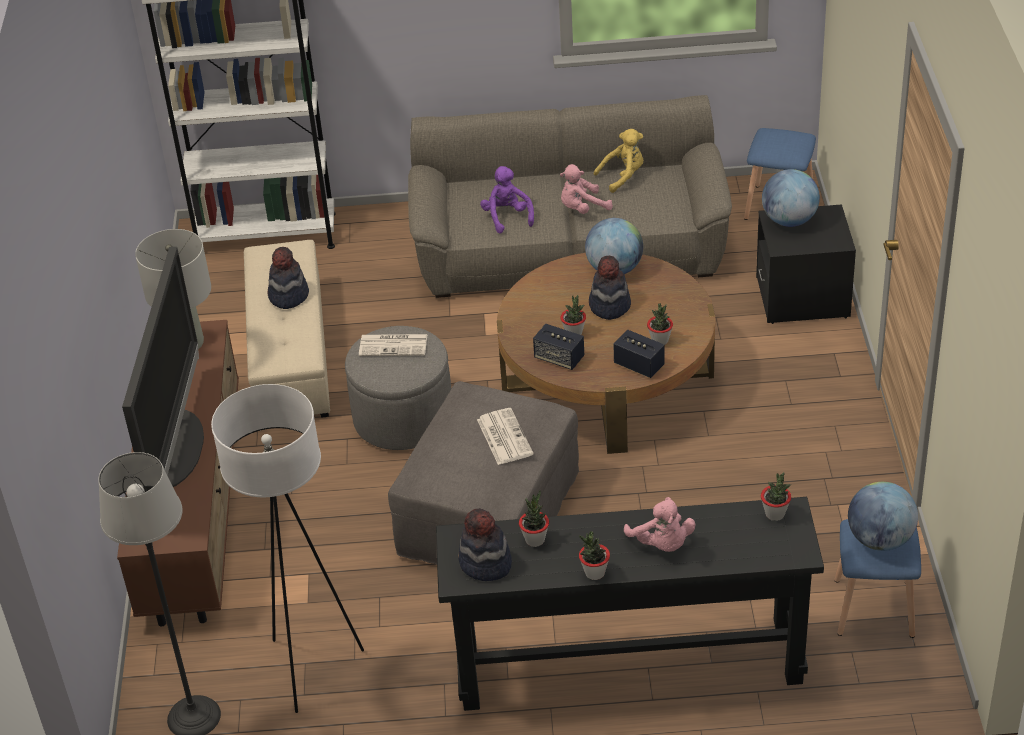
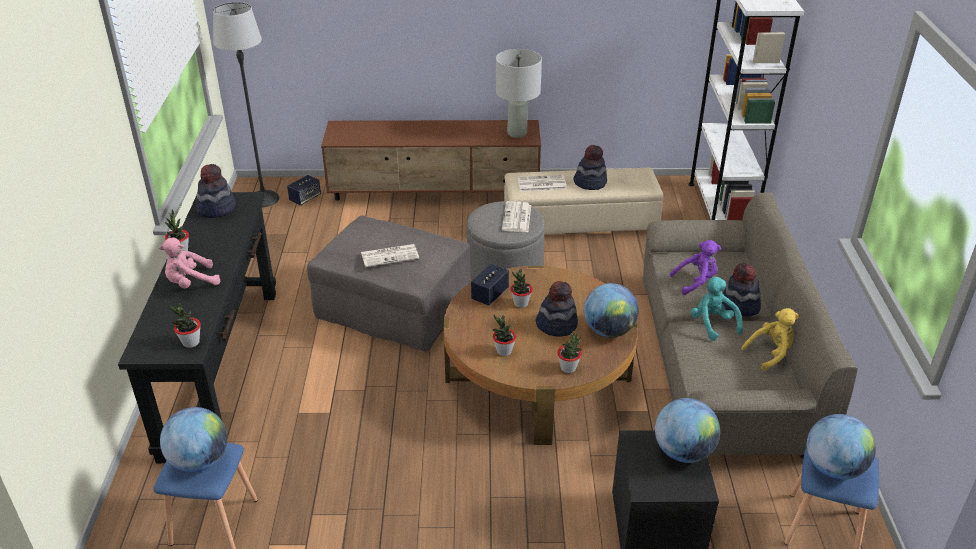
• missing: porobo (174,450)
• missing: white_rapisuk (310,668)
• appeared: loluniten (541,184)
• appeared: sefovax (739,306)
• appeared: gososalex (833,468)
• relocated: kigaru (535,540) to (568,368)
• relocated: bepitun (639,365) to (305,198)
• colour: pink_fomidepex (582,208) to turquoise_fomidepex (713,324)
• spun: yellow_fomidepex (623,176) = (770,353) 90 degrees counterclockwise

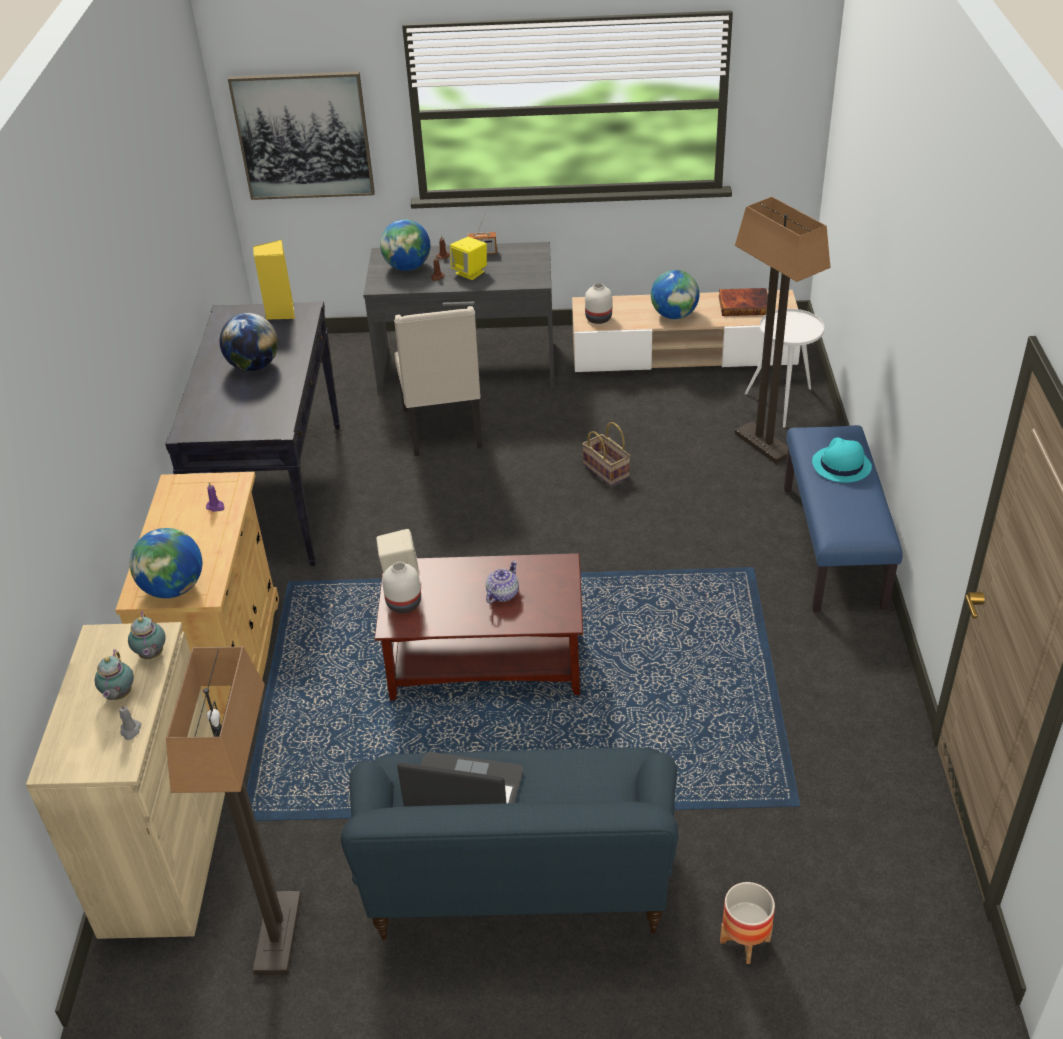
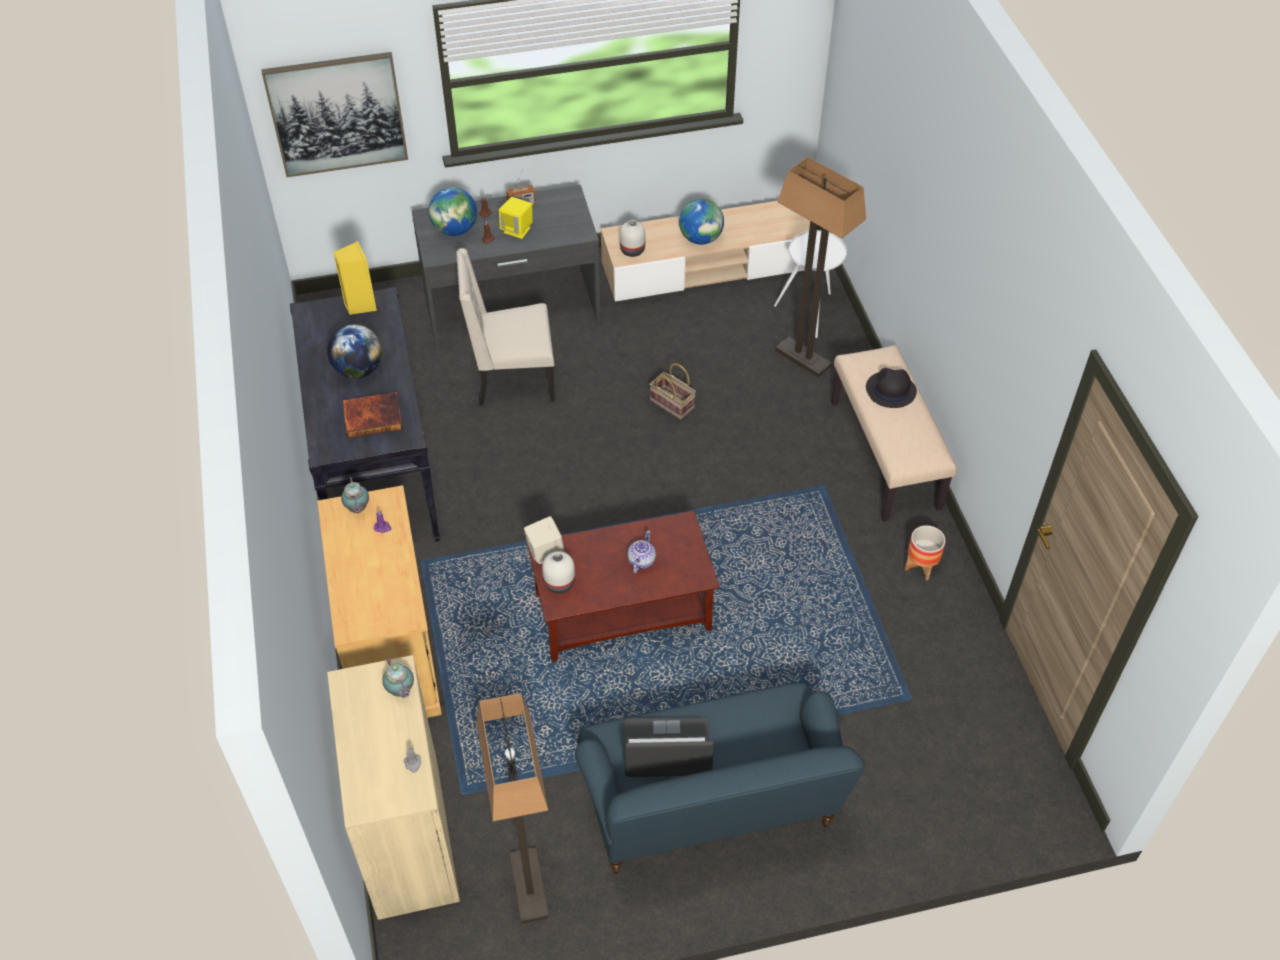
• missing: gososalex (173,588)
• relocated: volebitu (119,695) to (357,509)
• relocated: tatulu (744,304) to (373,416)
• relocated: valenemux (745,941) to (921,566)
• colour: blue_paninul (834,547) to beige_paninul (886,455)
• colour: turquoise_sefovax (841,465) to black_sefovax (890,390)
• spun: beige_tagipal (444,430) = (512,380) 105 degrees clockwise

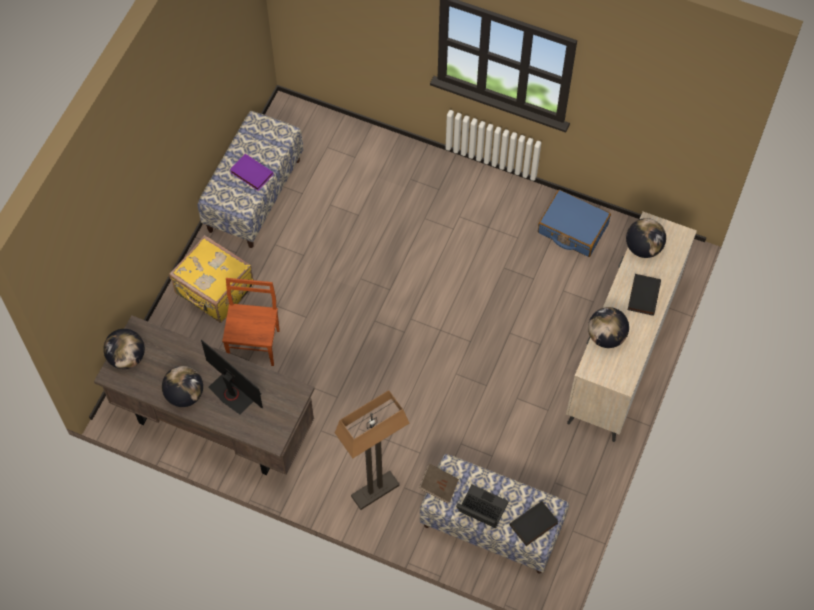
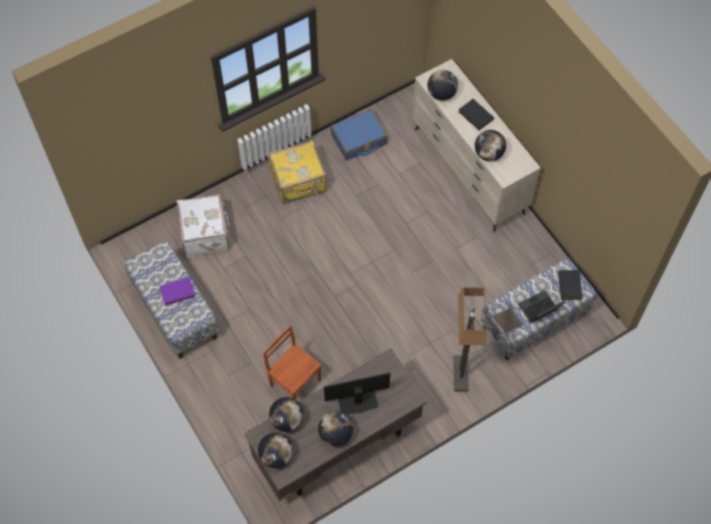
• appeared: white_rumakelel (206,233)
• appeared: gososalex (287,420)
• relocated: yellow_rumakelel (214,291) to (299,182)

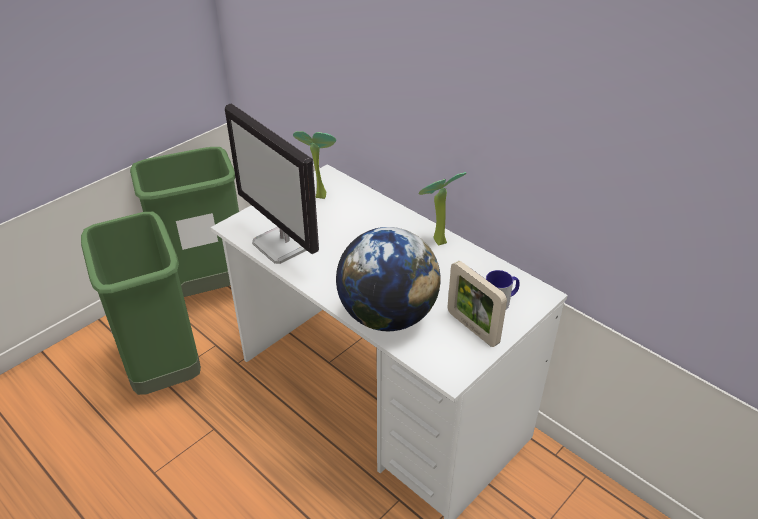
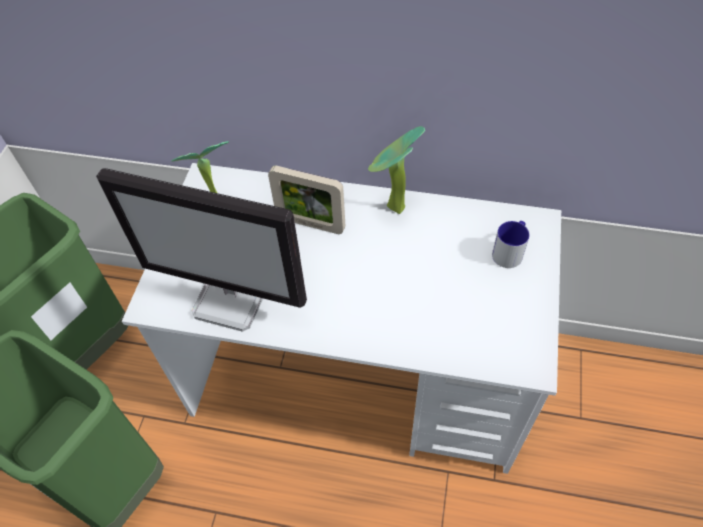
• missing: gososalex (387,315)
• relocated: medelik (472,328) to (310,224)

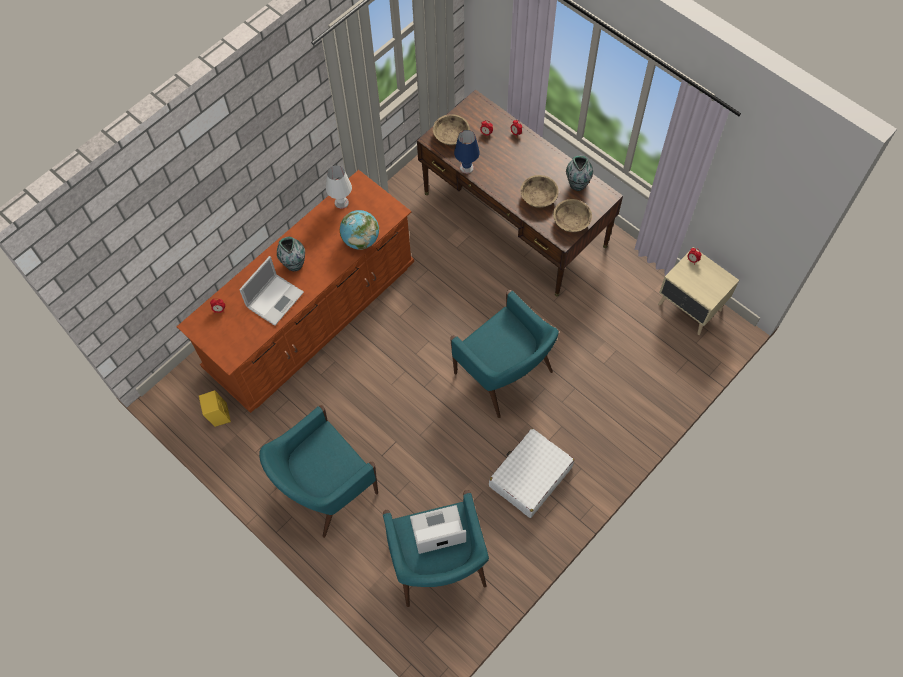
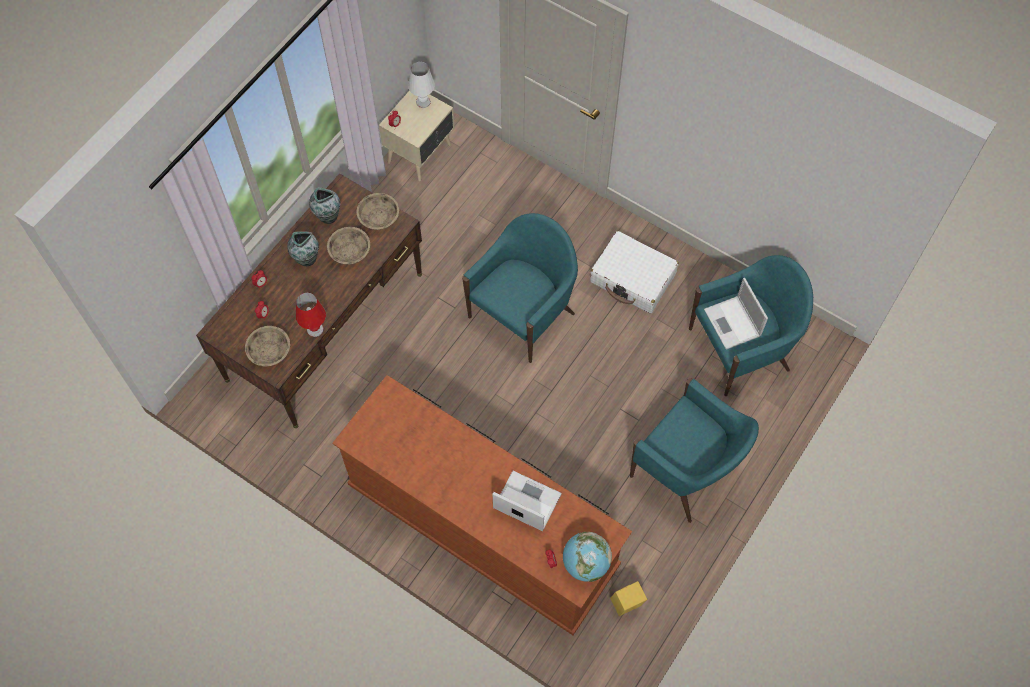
• relocated: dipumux (294,263) to (306,259)
• relocated: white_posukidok (341,202) to (423,102)
• relocated: gososalex (361,240) to (585,564)
• colour: blue_posukidok (467,167) to red_posukidok (315,329)

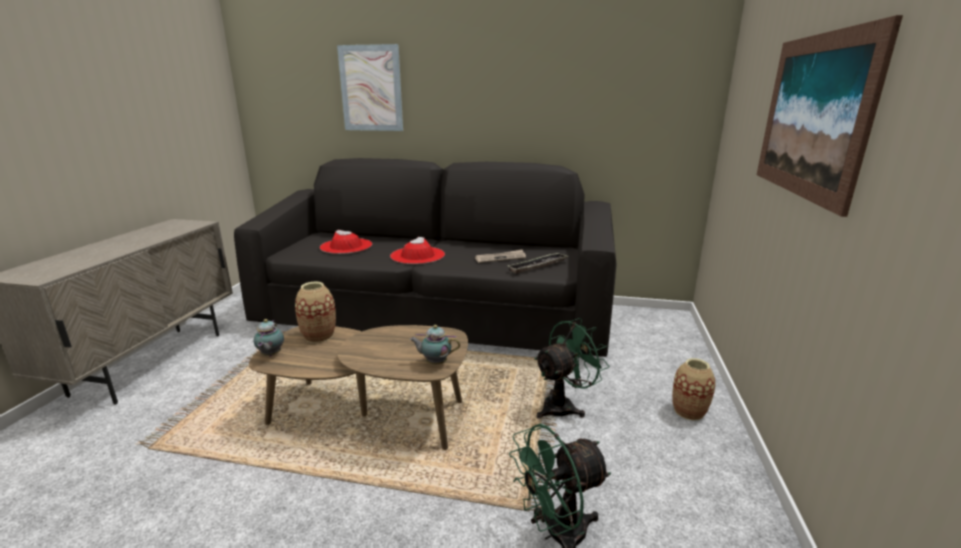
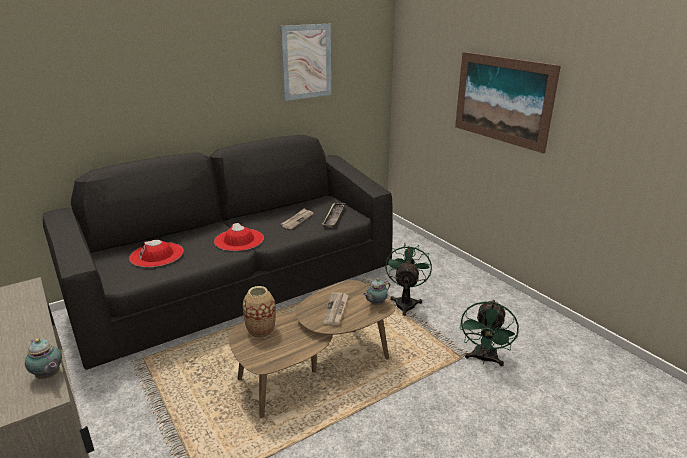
• missing: dipumux (689,411)
• appeared: loluniten (336,310)
• relocated: volebitu (270,355) to (49,376)
• relocated: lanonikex (371,88) to (306,62)

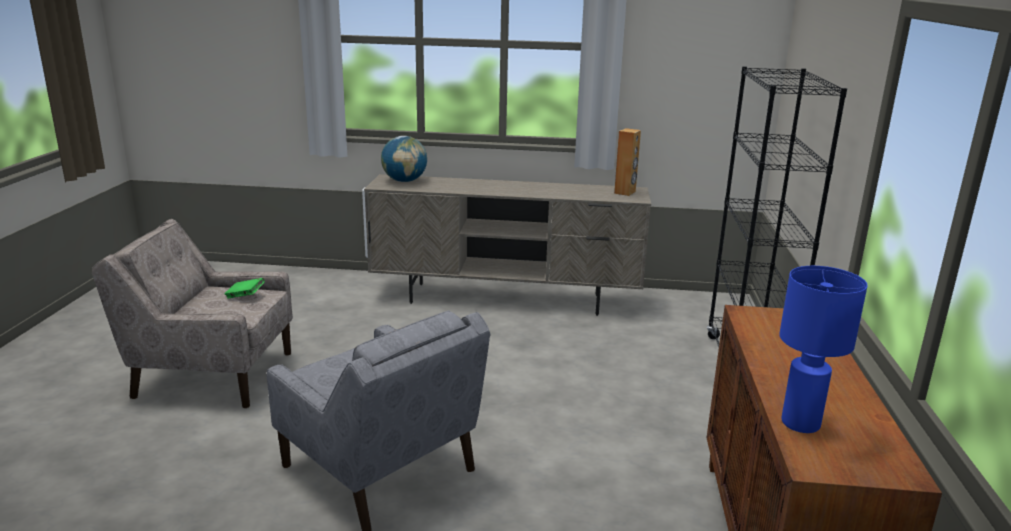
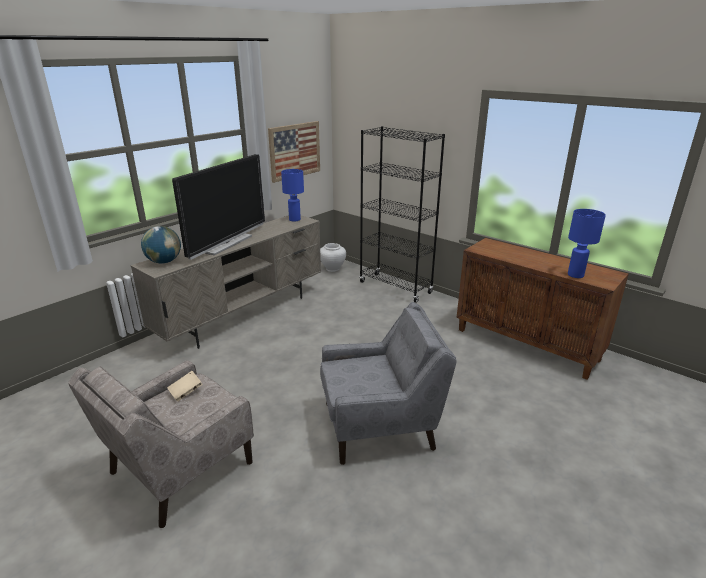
• appeared: porobo (226,243)
• appeared: lanonikex (295,151)
• appeared: white_dipumux (332,269)
• exchanged: brown_bepitun (625,192) to blue_posukidok (294,219)
• colour: green_tatulu (245,296) to beige_tatulu (186,392)

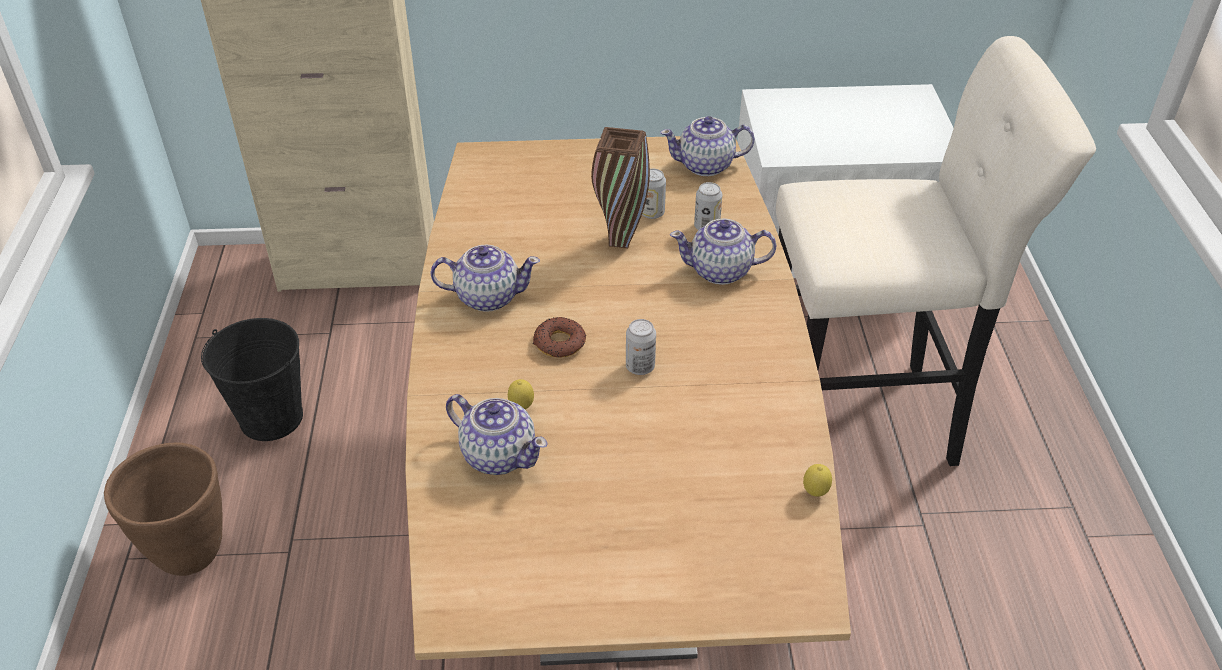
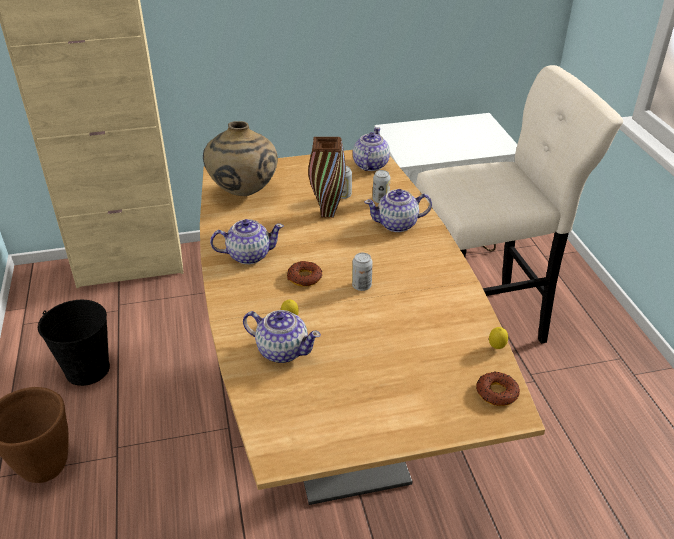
• appeared: beige_dipumux (243,193)
• appeared: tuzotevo (496,393)
• spun: volebitu (706,165) = (370,165) 120 degrees clockwise

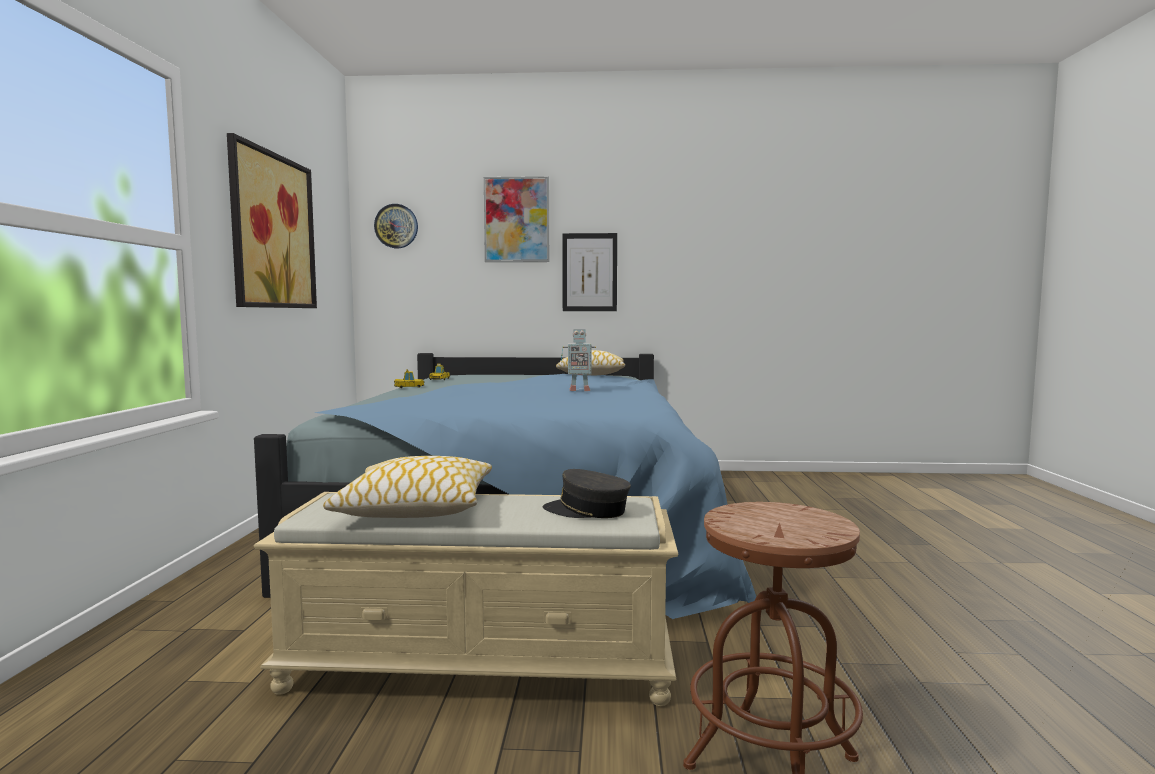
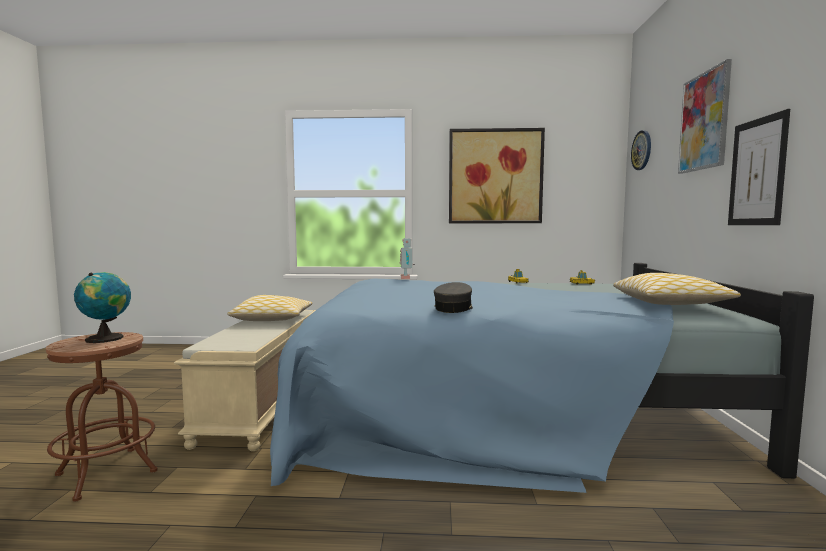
• appeared: gososalex (107,338)
• relocated: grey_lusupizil (587,510) to (453,308)
• relocated: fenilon (578,390) to (406,278)

